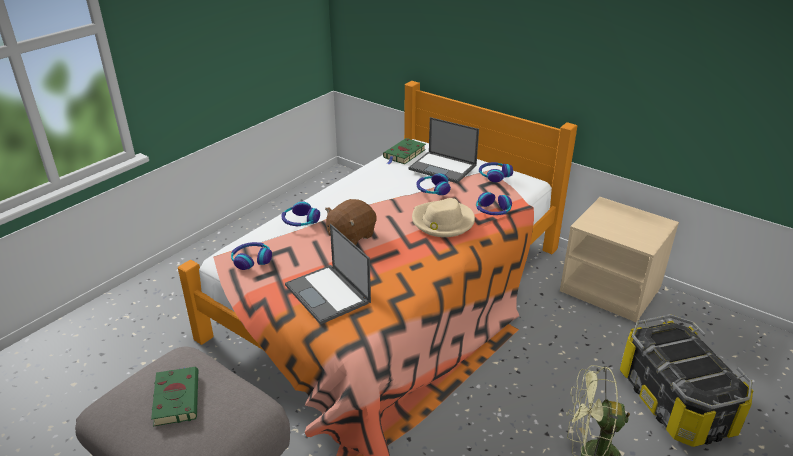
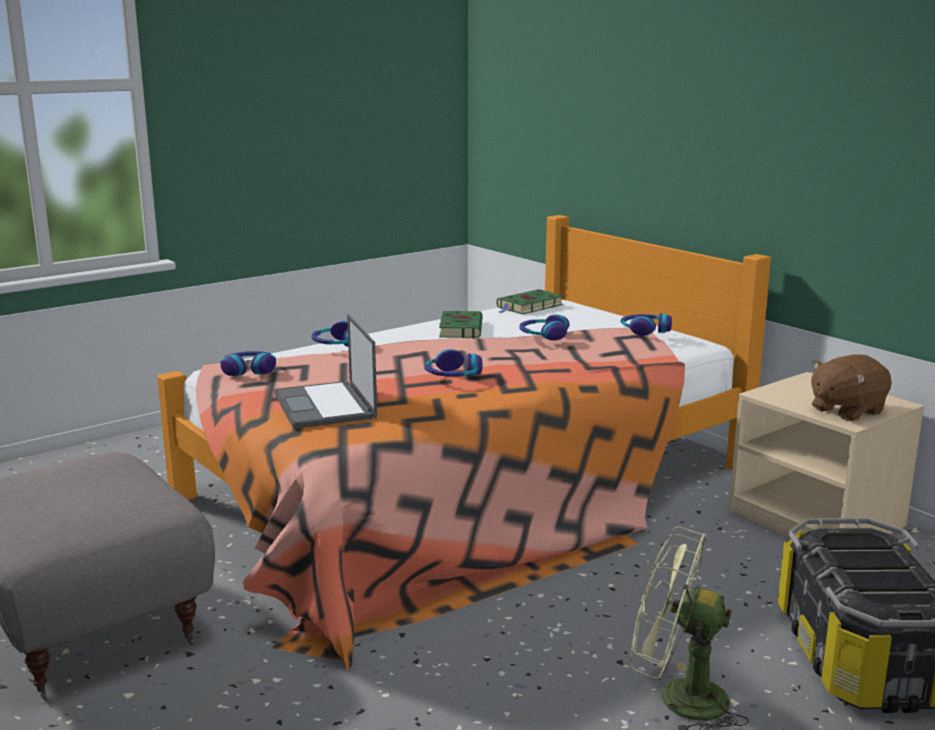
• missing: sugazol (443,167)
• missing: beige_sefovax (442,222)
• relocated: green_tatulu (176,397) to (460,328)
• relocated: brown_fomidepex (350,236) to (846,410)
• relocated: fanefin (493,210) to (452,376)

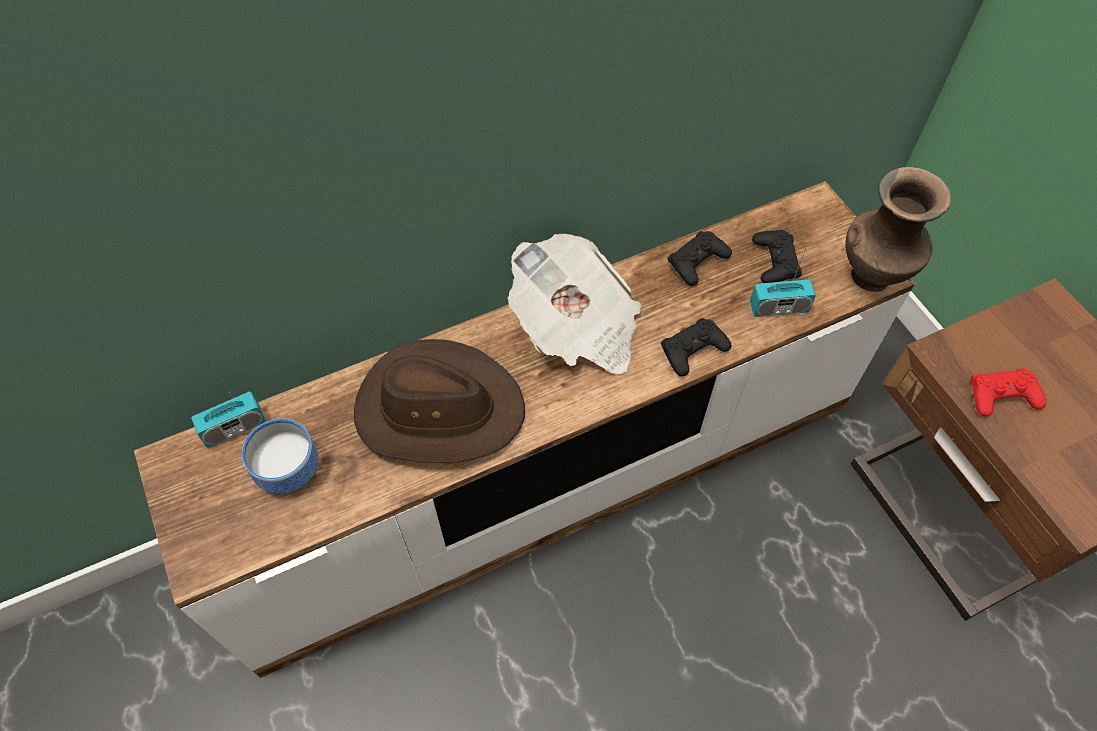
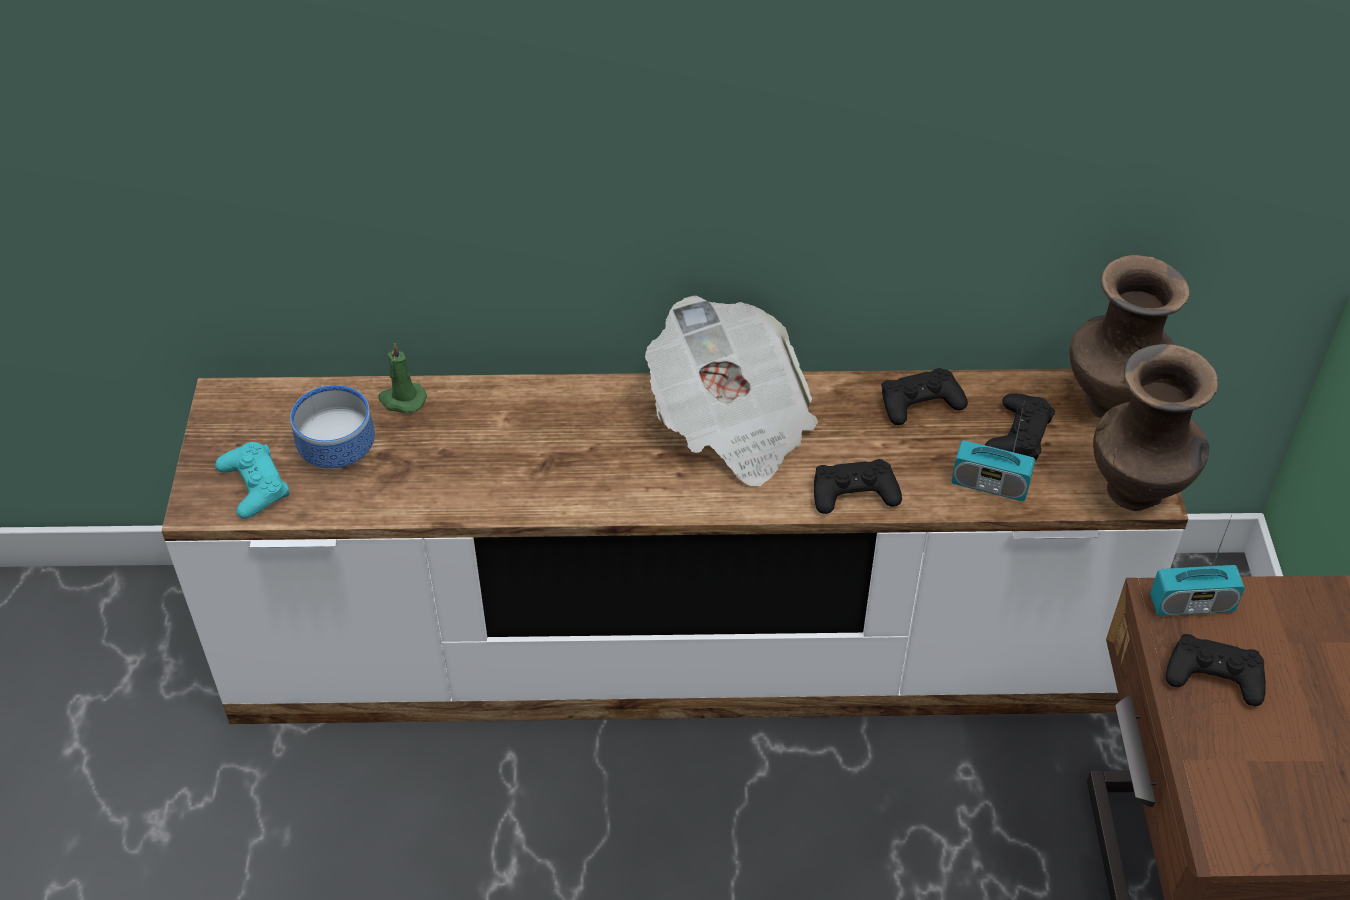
• missing: brown_sefovax (438,408)
• appeared: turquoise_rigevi (254,485)
• appeared: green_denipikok (402,400)
• appeared: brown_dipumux (1109,401)
• relocated: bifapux (234,428) to (1191,604)
• colour: red_rigevi (1002,396) to black_rigevi (1214,675)

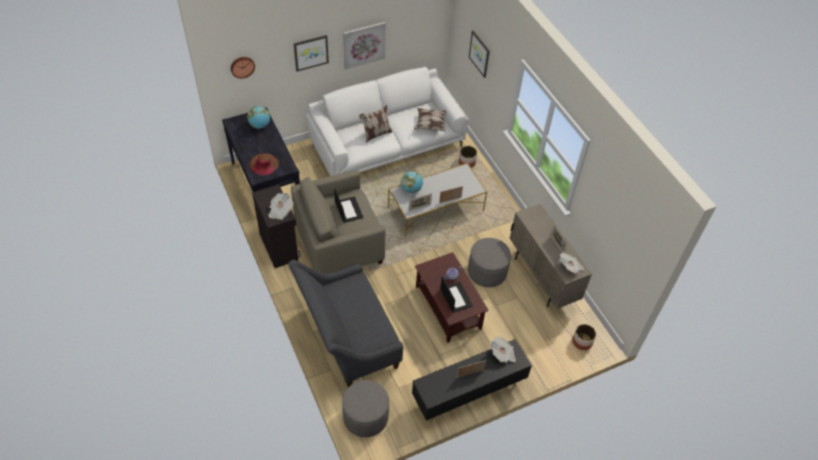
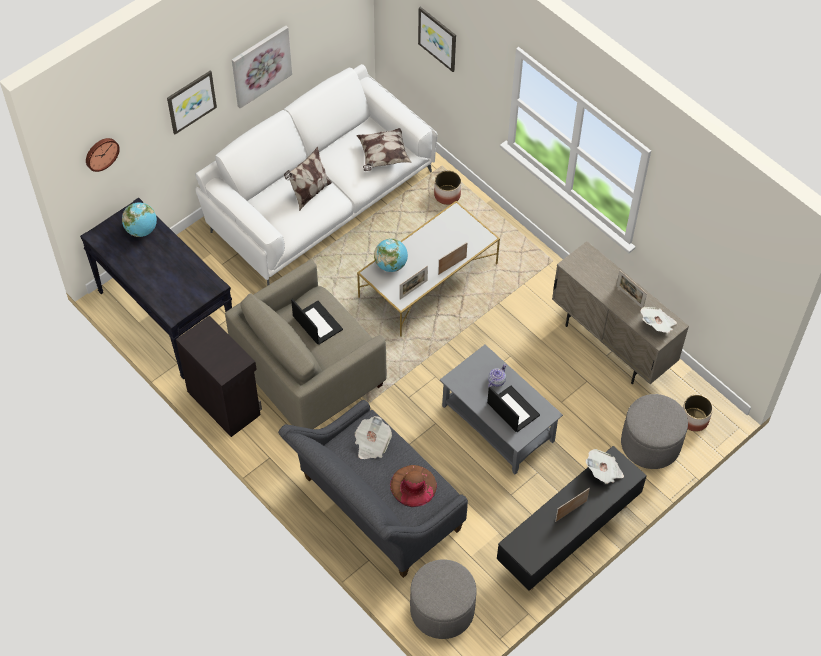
• relocated: brown_sefovax (264,164) to (413,485)
• relocated: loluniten (280,211) to (371,444)
• relocated: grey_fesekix (487,272) to (650,443)
• colour: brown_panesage (447,307) to grey_panesage (497,423)

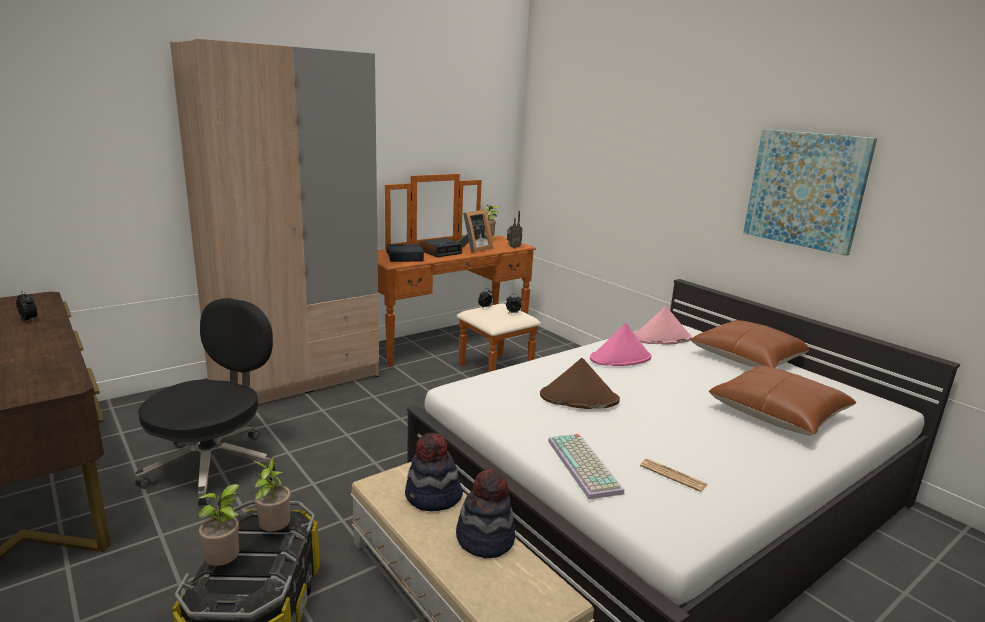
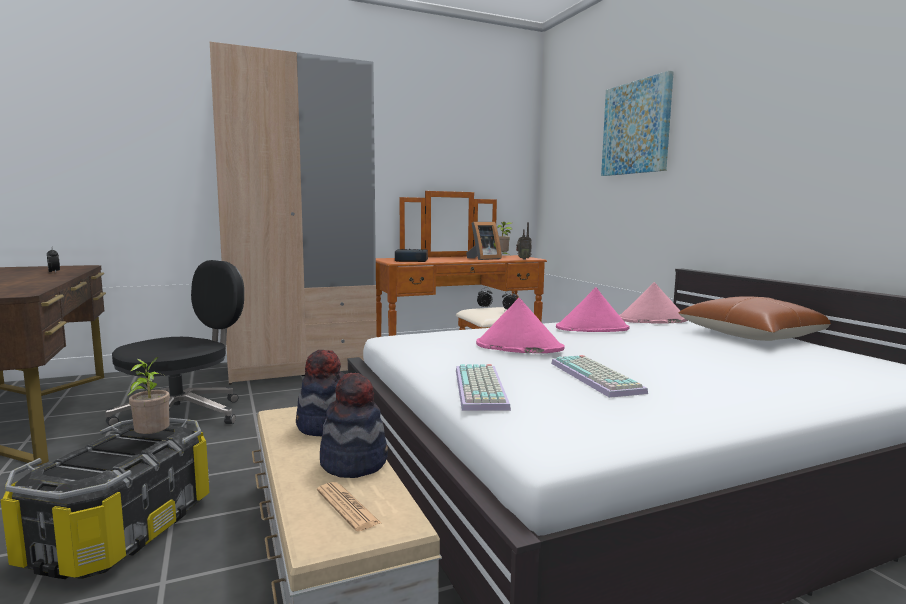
• missing: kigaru (226,564)
• missing: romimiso (440,252)
• missing: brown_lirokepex (778,413)
• appeared: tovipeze (598,377)
• relocated: loluniten (673,475) to (347,507)
• relocated: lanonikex (806,189) to (636,128)
• colour: brown_sefovax (578,398) to pink_sefovax (518,347)

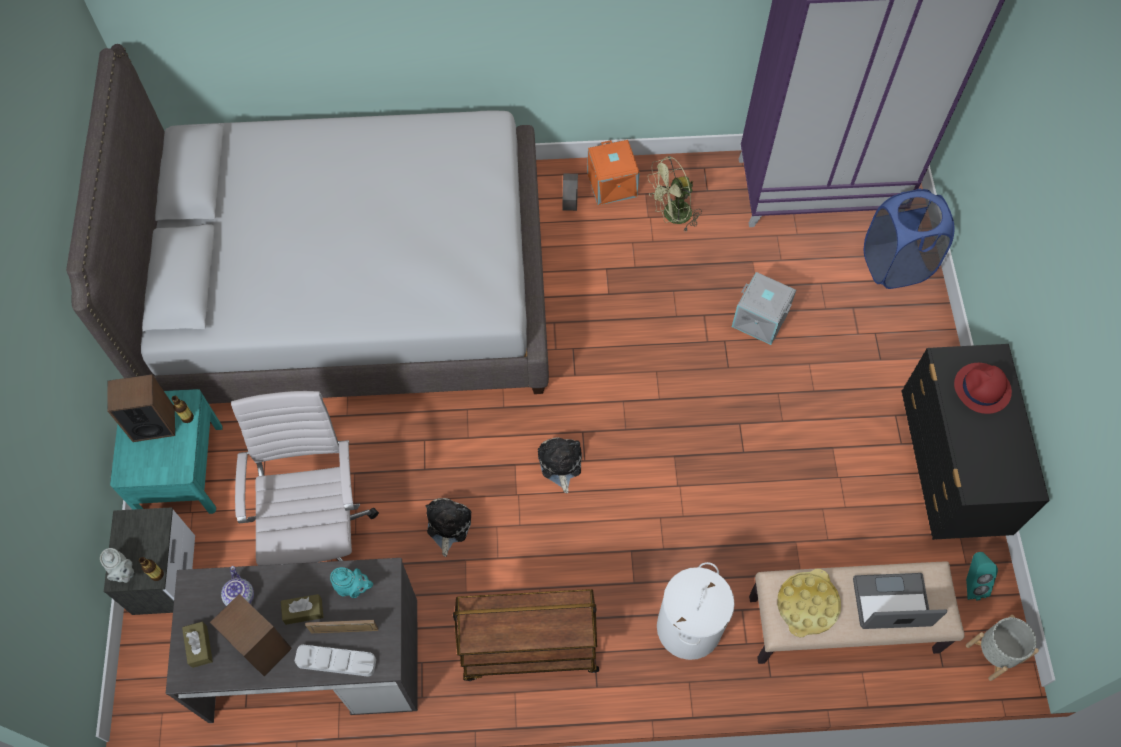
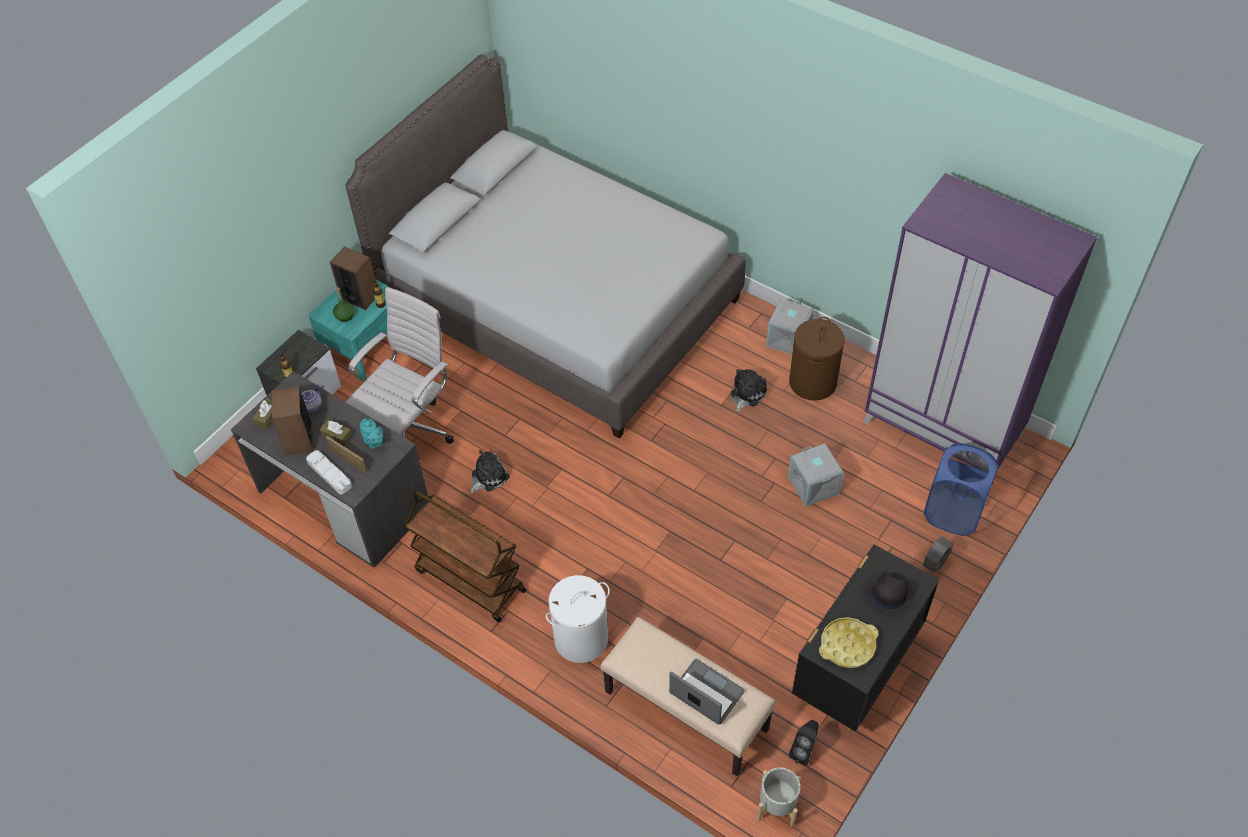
• missing: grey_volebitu (123,572)
• appeared: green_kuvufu (345,316)
• relocated: fomidepex (560,464) to (746,394)
• relocated: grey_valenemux (570,203) to (935,564)
• relocated: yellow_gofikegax (807,605) to (847,645)
• exchanged: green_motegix (672,216) to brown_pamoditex (812,382)
• colour: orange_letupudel (613,185) to grey_letupudel (789,339)
• colour: red_sefovax (981,389) to black_sefovax (888,594)
• colour: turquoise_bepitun (970,583) to black_bepitun (804,751)

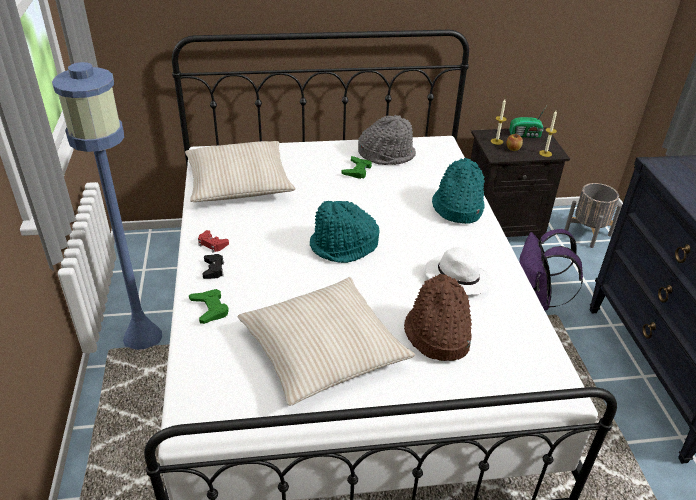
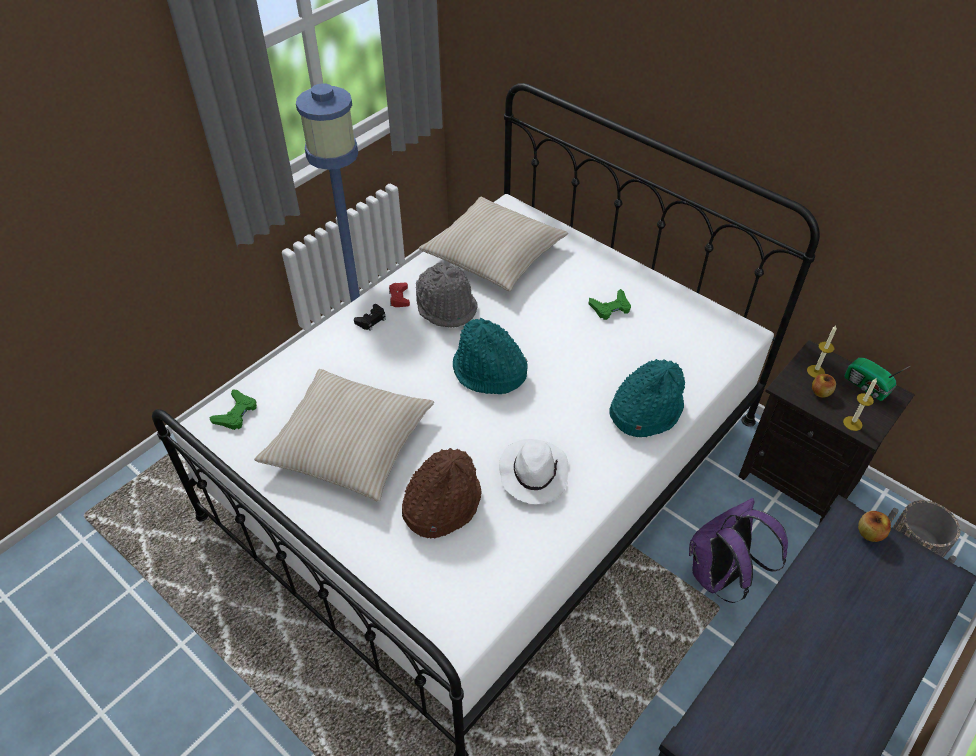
• appeared: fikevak (869,533)
• relocated: green_rigevi (210,309) to (236,413)
• relocated: grey_sefovax (386,154) to (446,306)

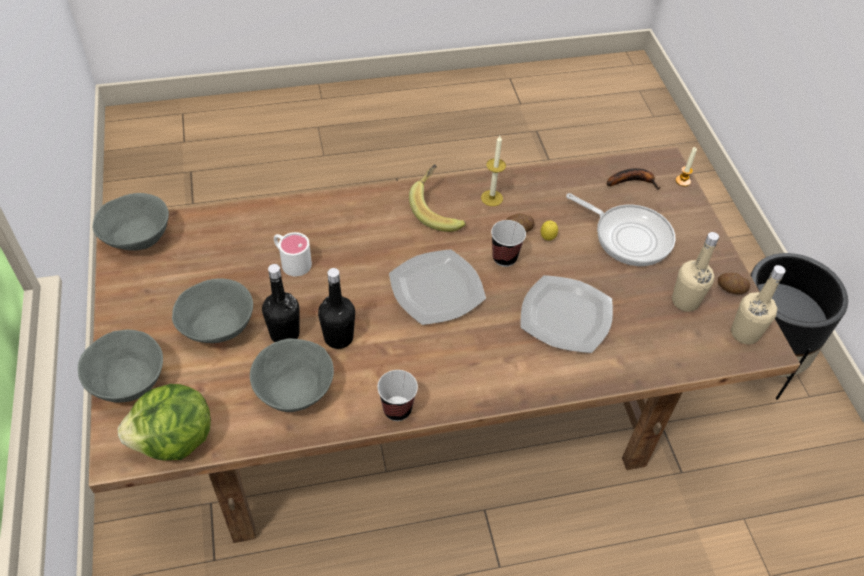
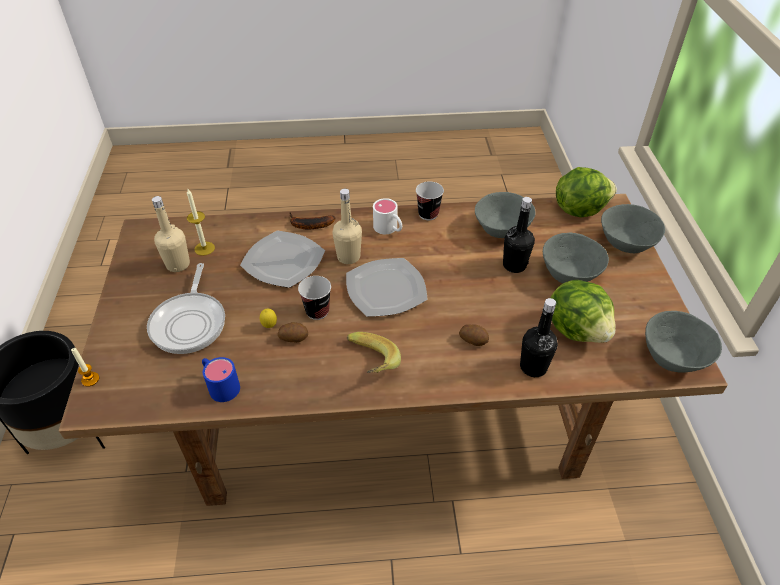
• appeared: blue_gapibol (220,385)
• appeared: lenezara (577,329)
• relocated: white_gapibol (291,261) to (389,229)
• relocated: black_kuvufu (338,337) to (533,367)
• relocated: denipikok (491,198) to (204,248)
• relocated: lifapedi (633,181) to (308,225)
• relocated: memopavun (730,289) to (473,340)
• relocated: beige_kuvufu (744,333) to (348,257)
• spun: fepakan (628,236) = (190,322) 135 degrees counterclockwise

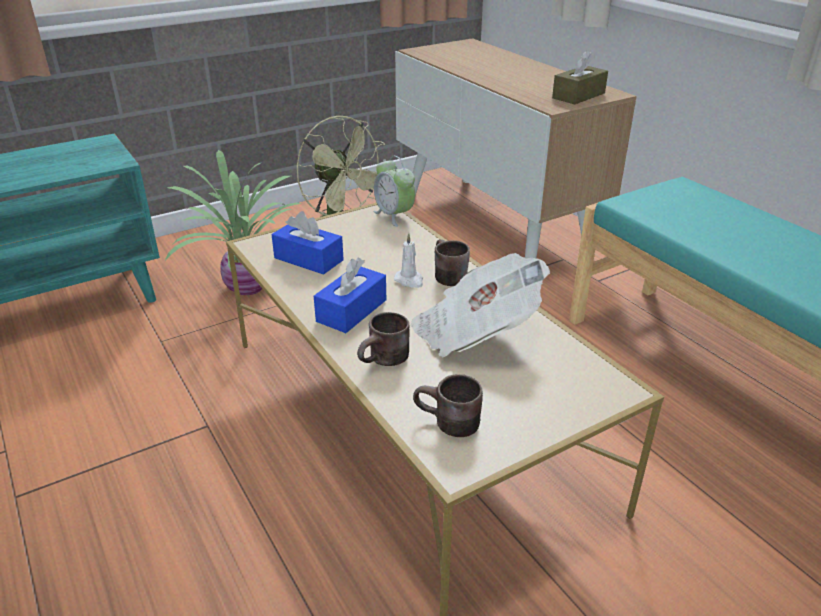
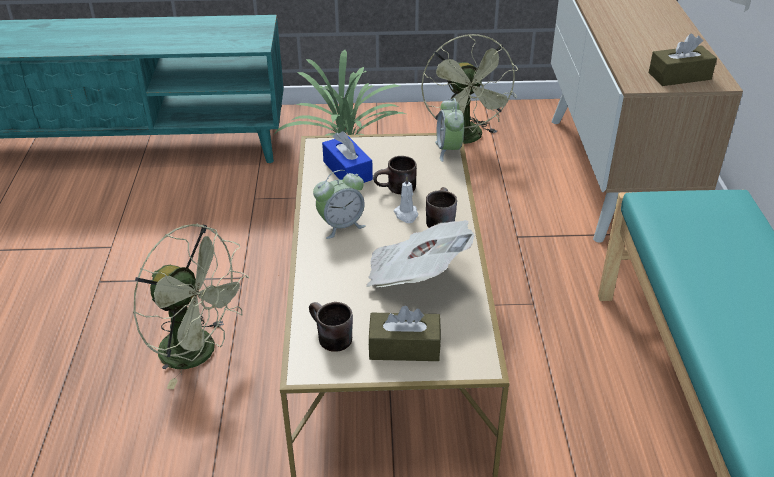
• appeared: green_motegix (199,353)
• appeared: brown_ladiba (404,347)
• relocated: brown_gapibol (386,362) to (397,190)
• exchanged: blue_ladiba (351,311) to romimiso (341,226)

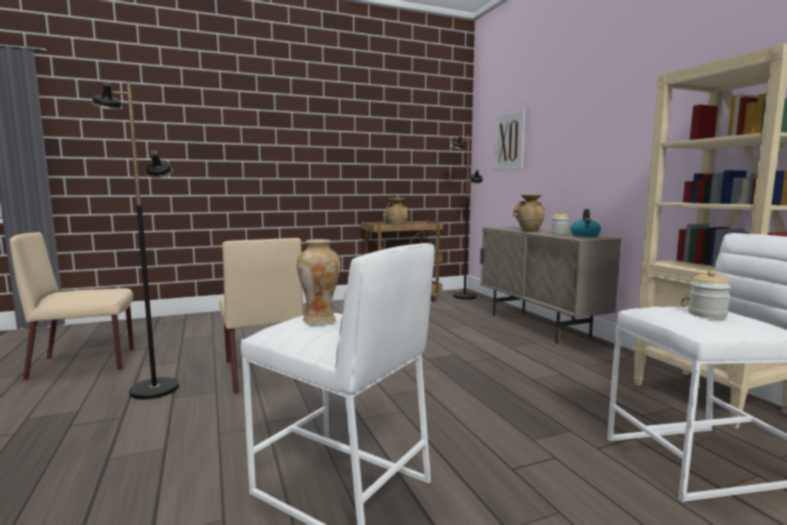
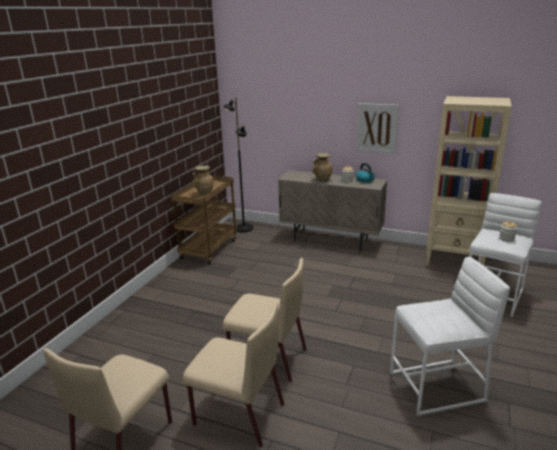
• missing: dipumux (319,320)
• relocated: lanonikex (509,141) to (377,128)
• exchanged: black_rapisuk (154,389) to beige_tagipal (237,414)

